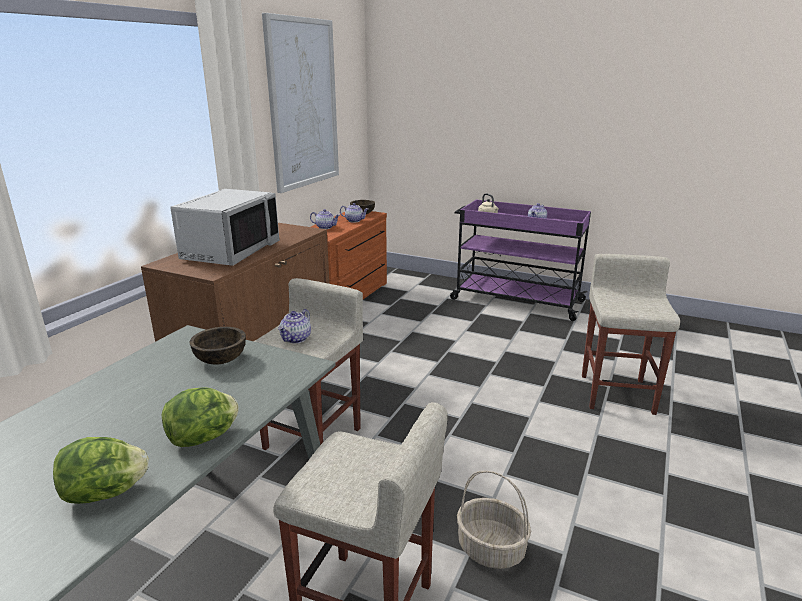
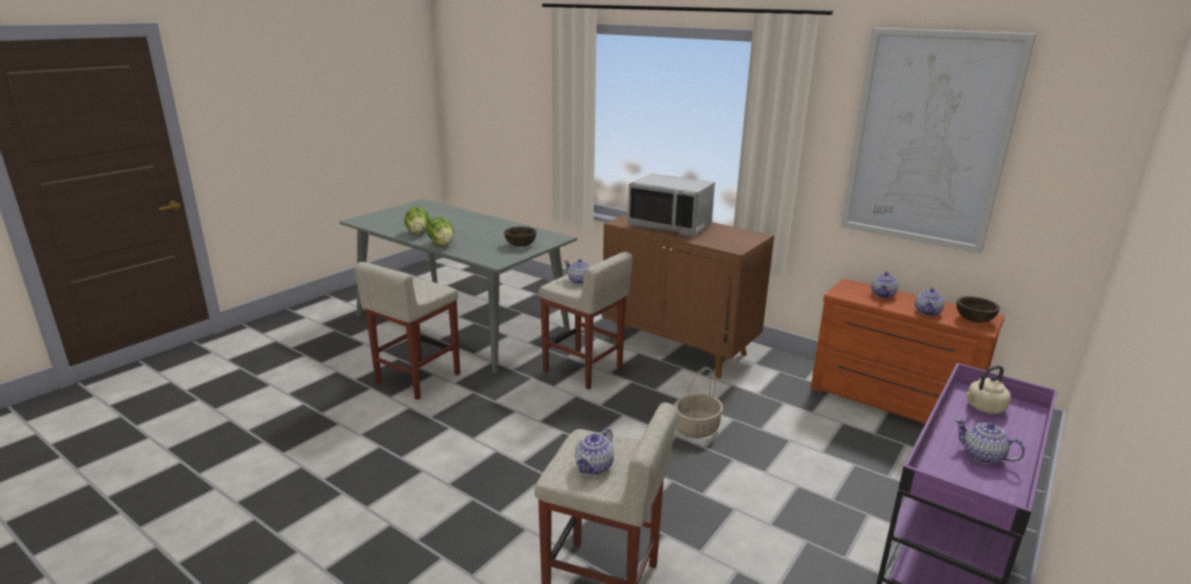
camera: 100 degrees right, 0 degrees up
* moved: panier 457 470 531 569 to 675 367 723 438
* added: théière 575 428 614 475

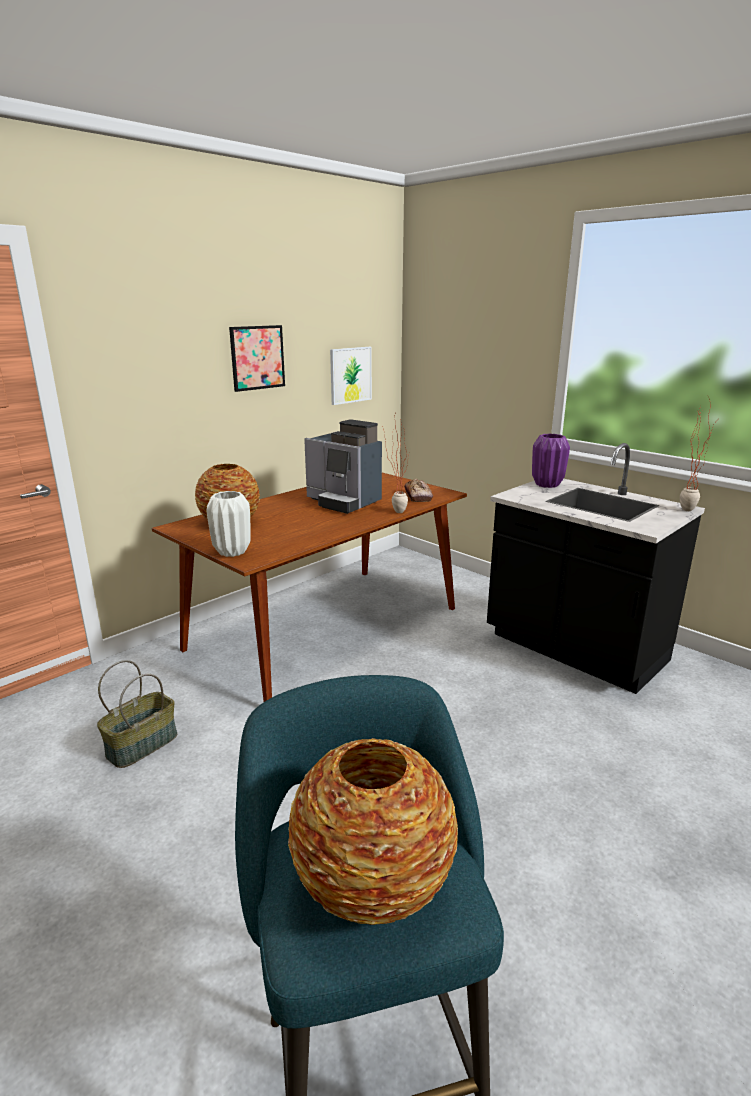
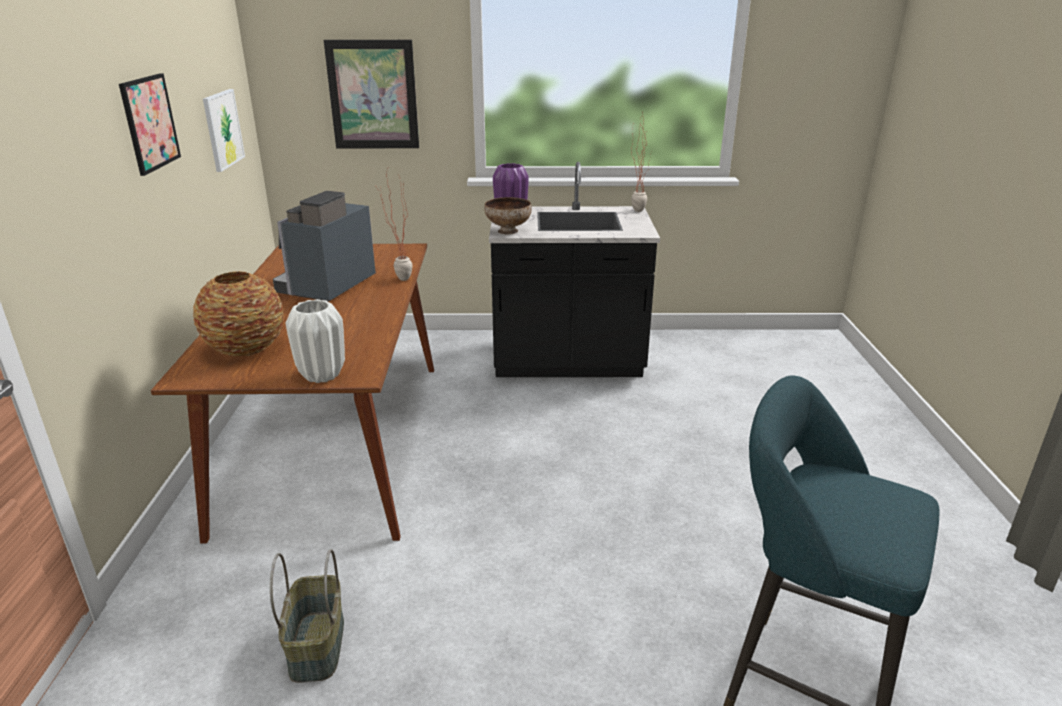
camera: 45 degrees left, 5 degrees up
* turned: machine à café 304 419 382 514 = 273 191 376 301 120 degrees clockwise
* removed: pain 404 479 433 502
* removed: vase 288 738 458 925
* added: tableau 324 40 419 148
* added: bol 484 197 532 234

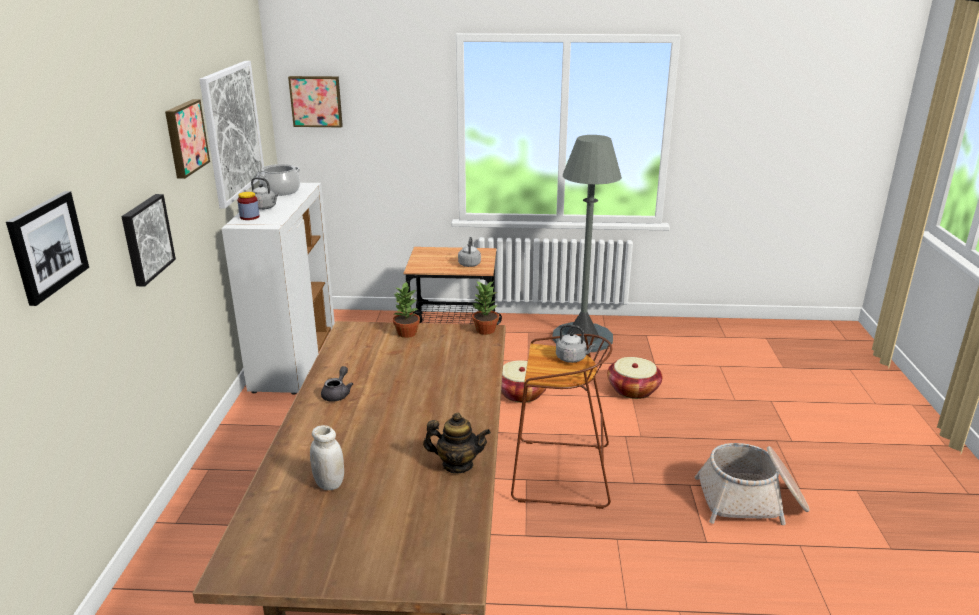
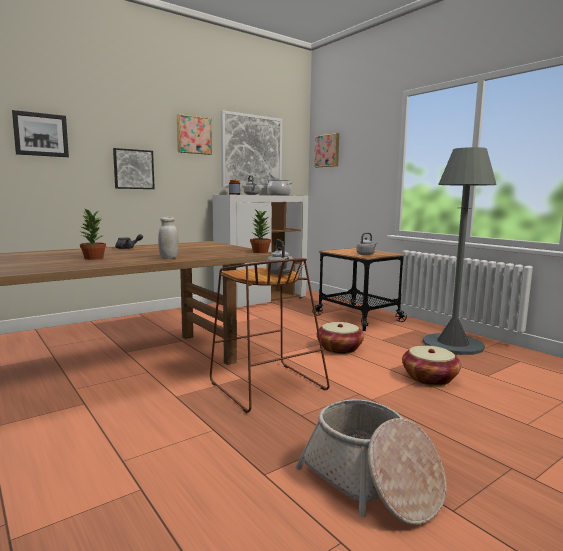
camera: 50 degrees right, 15 degrees down
* moved: plante en pot 393 281 420 338 to 80 209 106 260
* removed: théière 423 413 491 473
* moved: bocal [blanc] 310 425 344 490 to 158 217 179 259

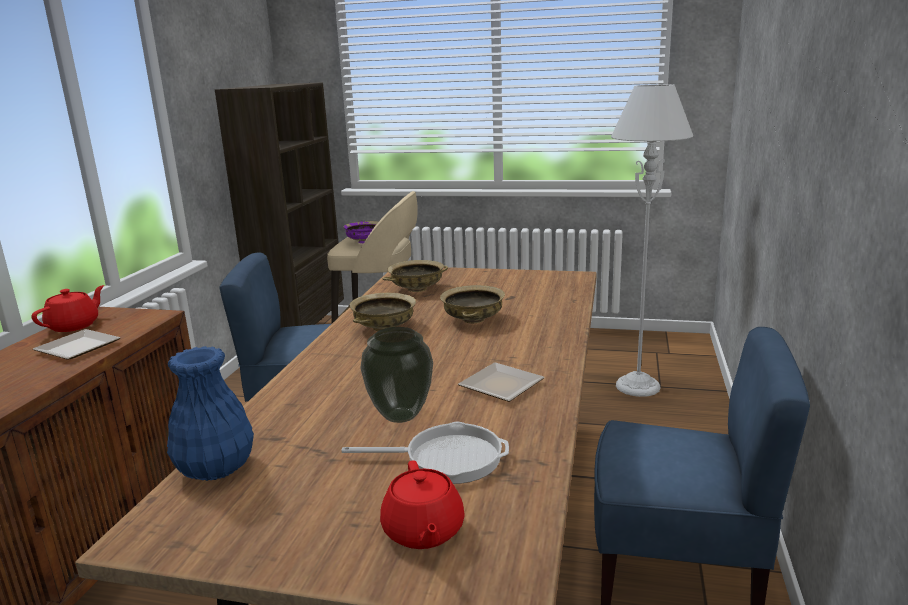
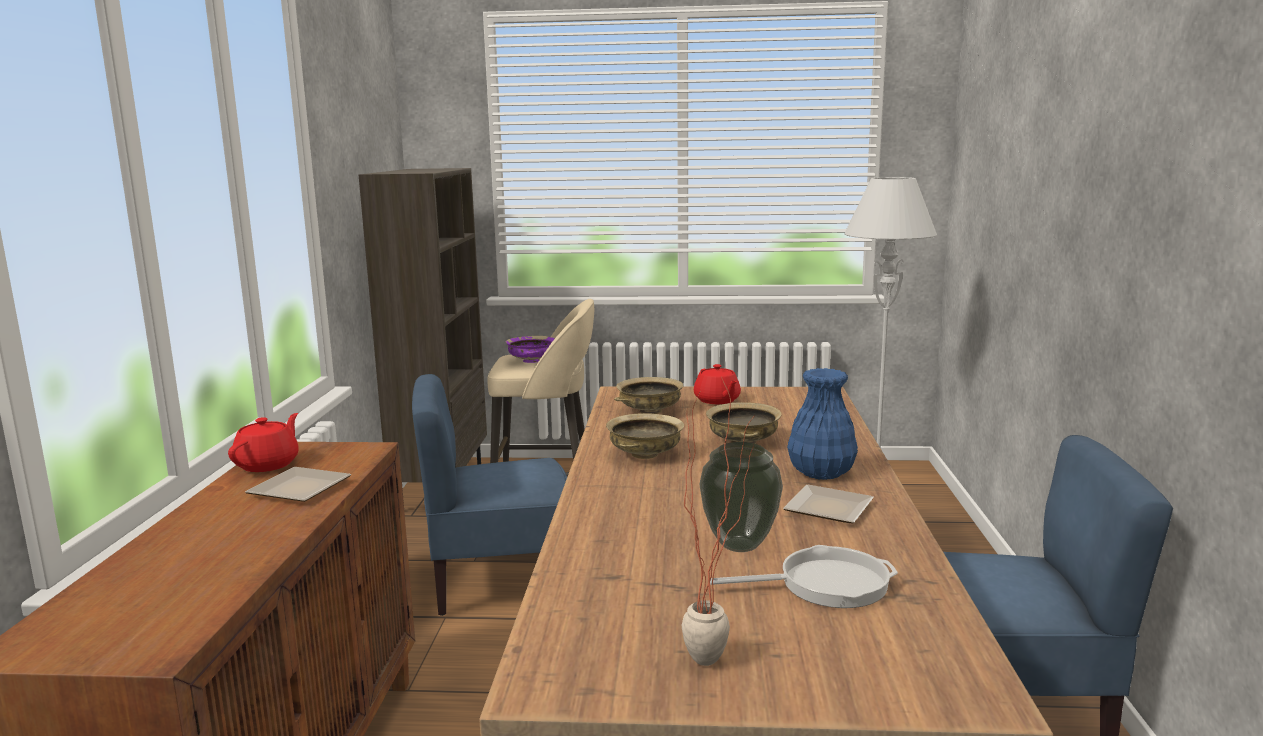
camera: 10 degrees left, 5 degrees down
* moved: vase [bleu] 167 346 254 481 to 787 368 858 480
* moved: théière [rouge] 380 460 465 549 to 694 364 741 404
* added: plante en pot 682 377 756 666

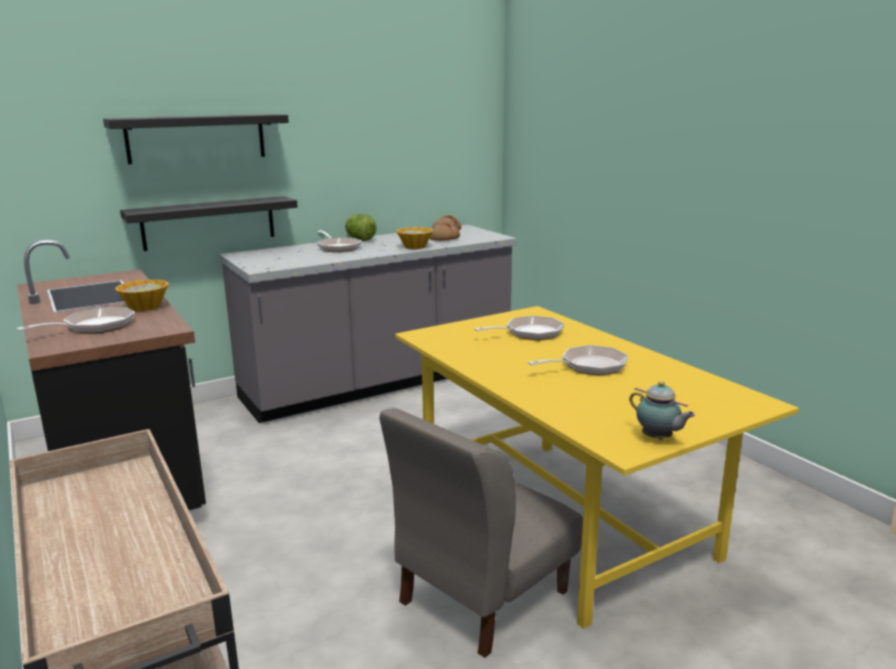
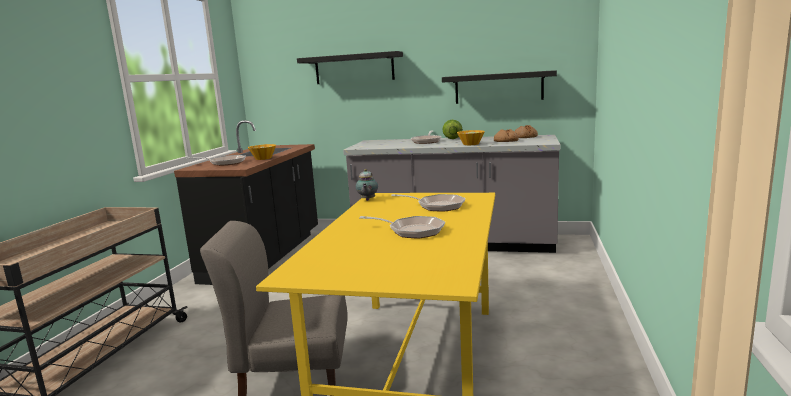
camera: 45 degrees right, 5 degrees down
* moved: étagère [noir] 120 196 298 251 to 442 70 557 104
* moved: théière 629 381 695 440 to 356 169 378 201

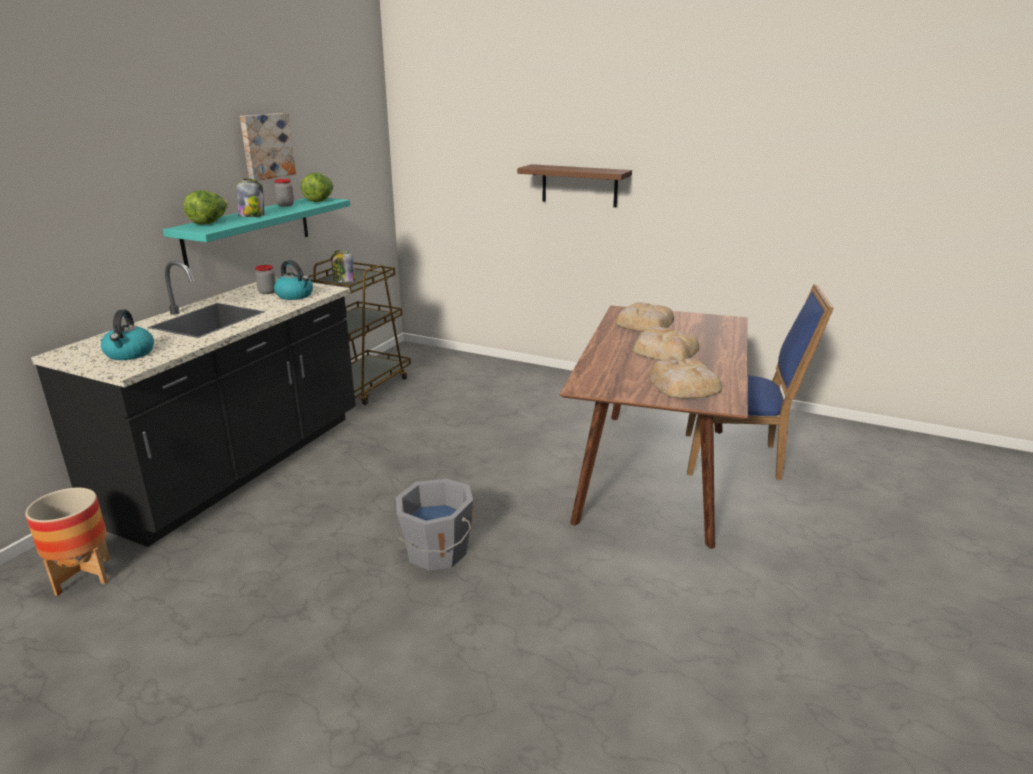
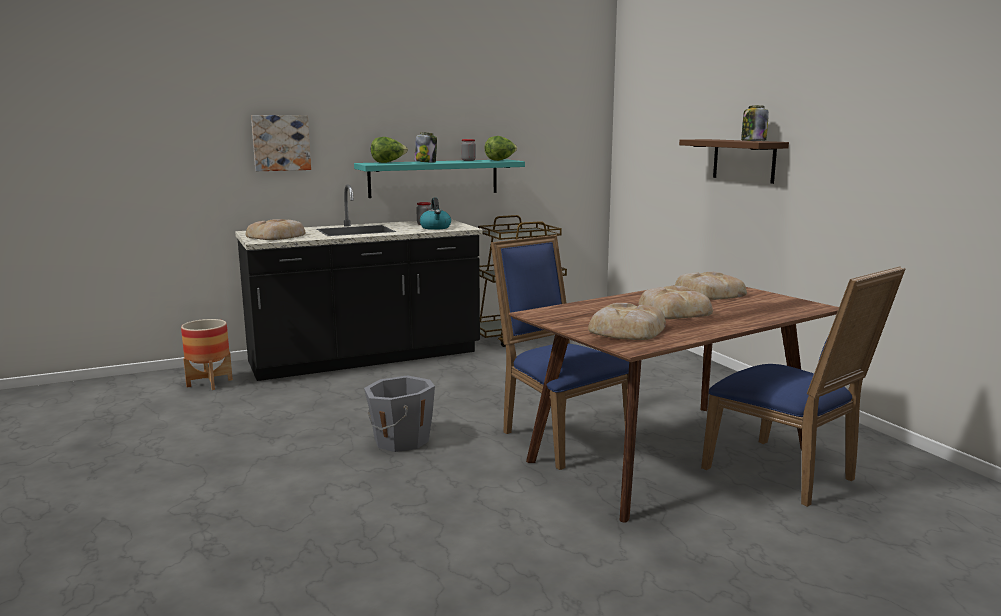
camera: 40 degrees right, 10 degrees down
* moved: tableau 240 113 296 181 to 251 115 311 171
* moved: bocal 331 250 356 283 to 741 105 769 141
* replaced: bouilloire 101 310 154 360 to pain 245 219 305 240
* added: chaise [bleu] 491 235 629 470

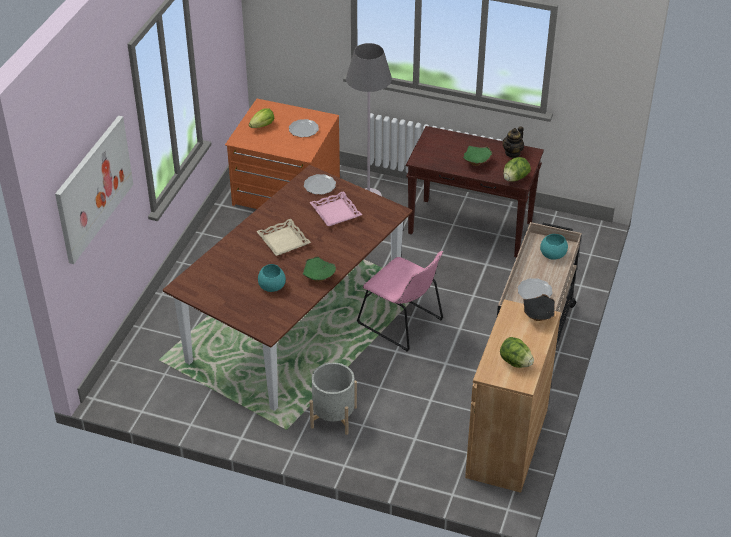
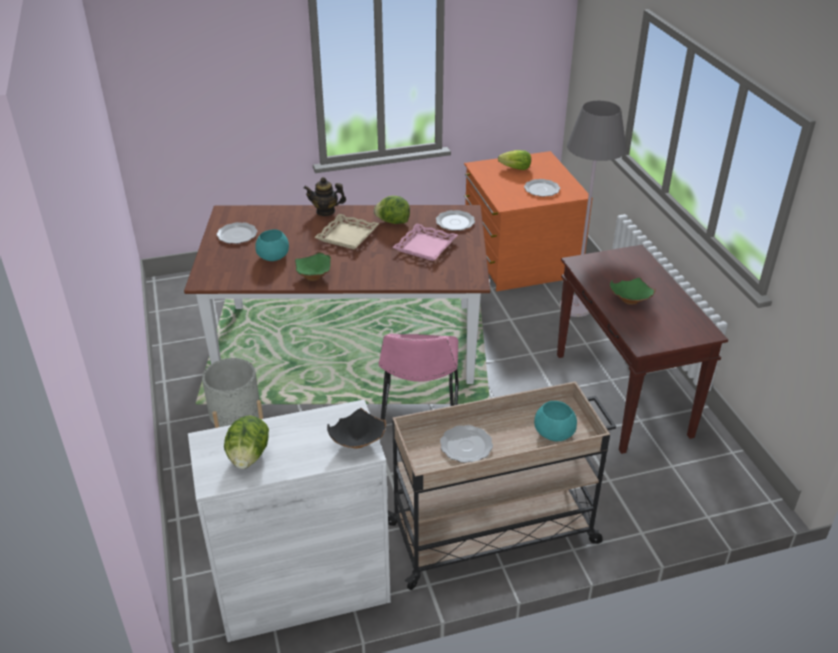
camera: 55 degrees right, 5 degrees down
* removed: tableau 55 116 133 264
* moved: théière 503 126 524 158 to 304 177 346 216
* moved: laitue 503 157 531 182 to 374 196 410 224
* recoloured: meuble de rangement [marron] 465 299 561 493 to meuble de rangement [blanc] 188 400 391 642
* added: assiette 217 222 257 244

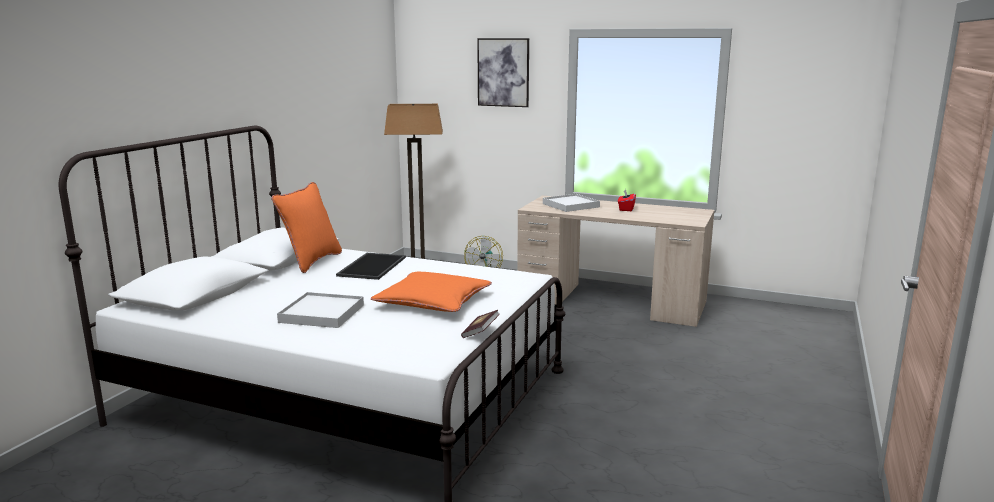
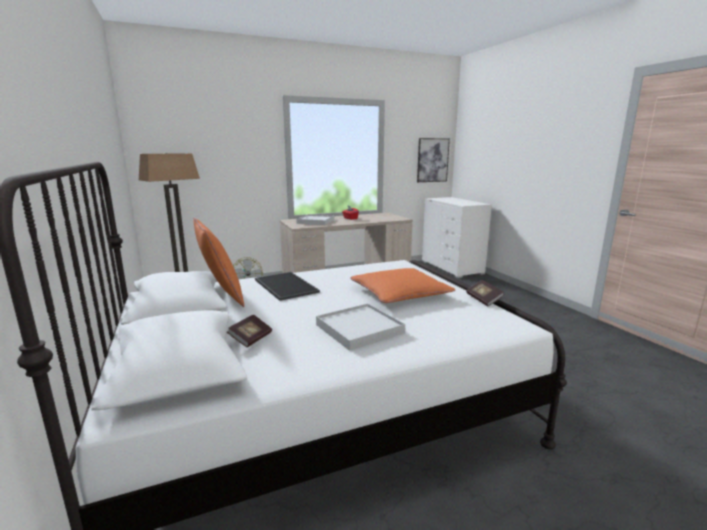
camera: 45 degrees left, 0 degrees up
* moved: tableau 477 38 529 107 to 417 138 450 182
* added: commode [blanc] 422 197 492 278
* added: livre 227 315 272 347

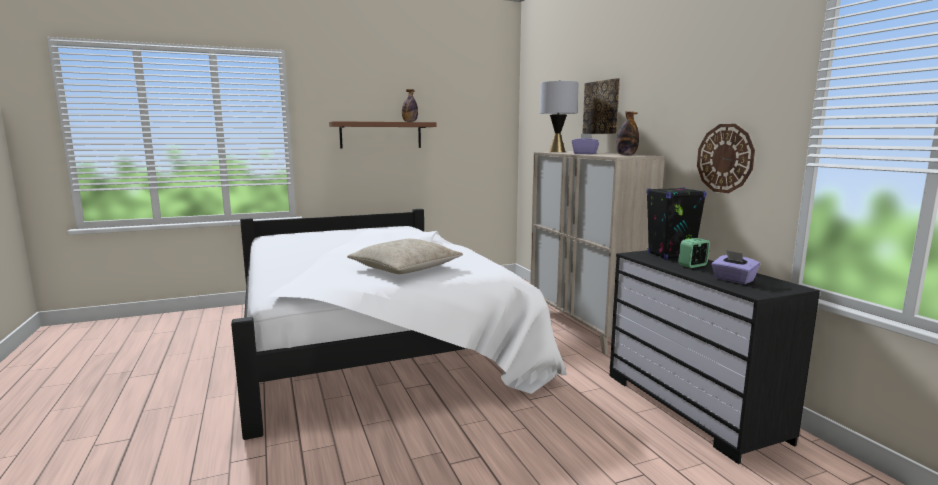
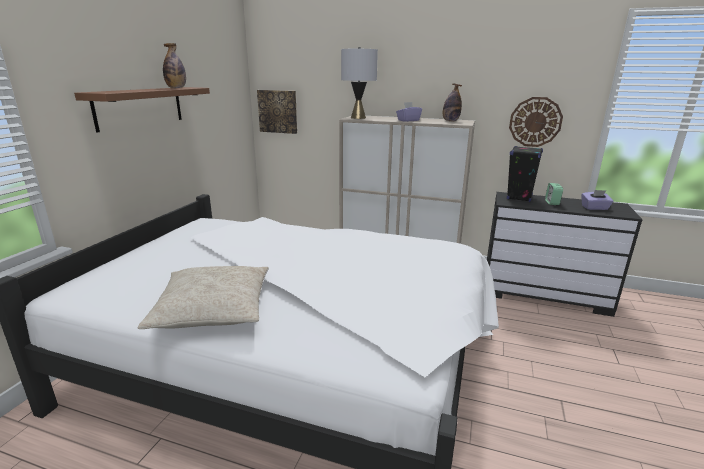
camera: 50 degrees left, 10 degrees up
* moved: tableau 583 78 620 134 to 257 90 297 134
* moved: coussin [beige] 347 239 463 274 to 137 266 269 329

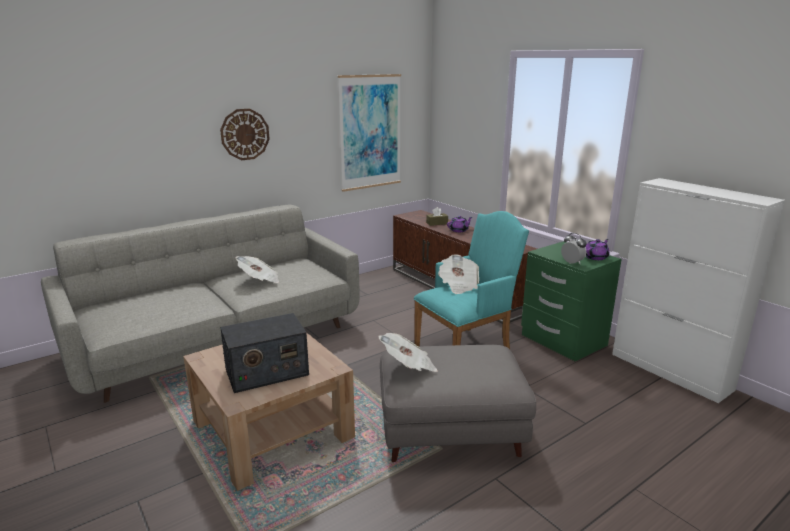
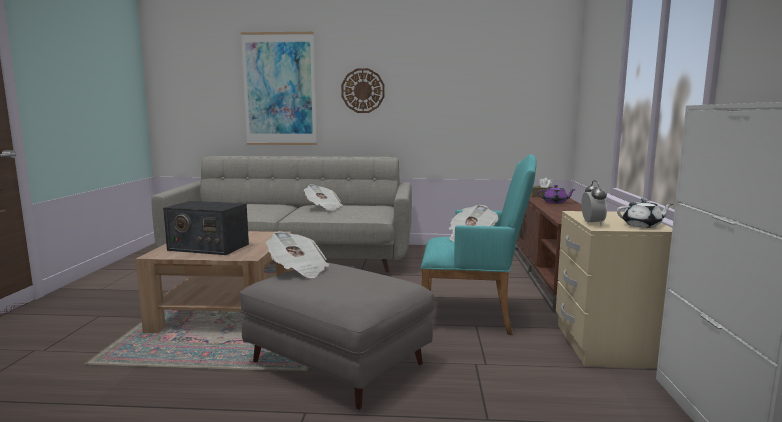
camera: 40 degrees right, 10 degrees down
* moved: tableau 338 74 401 192 to 241 32 317 145
* recoloured: théière [violet] 586 239 609 260 to théière [blanc] 617 198 673 228
* recoloured: table de chevet [vert] 521 241 622 362 to table de chevet [beige] 556 211 672 369

